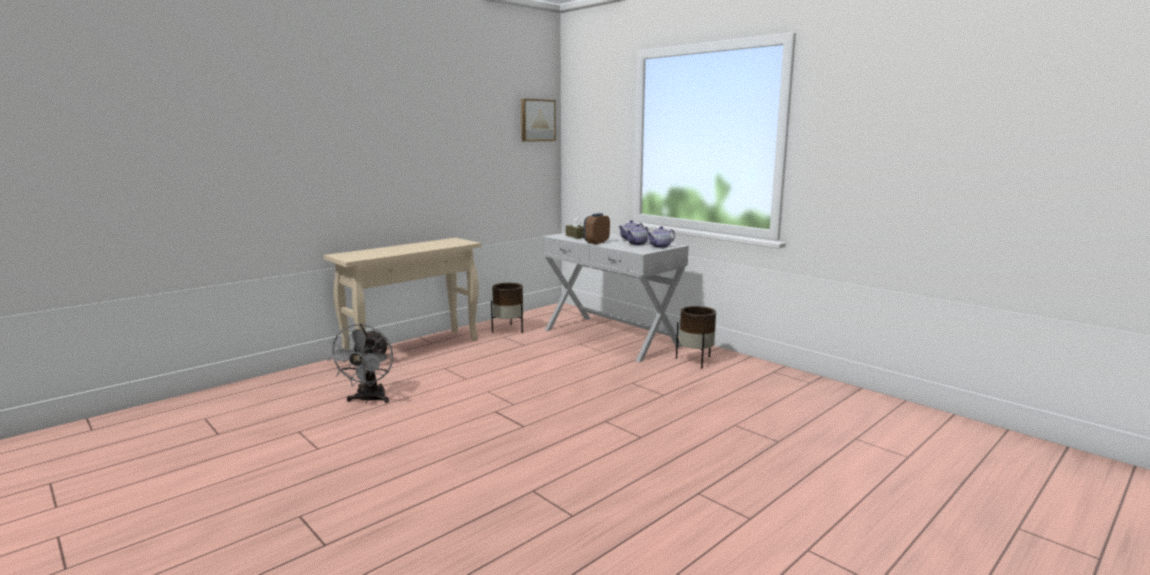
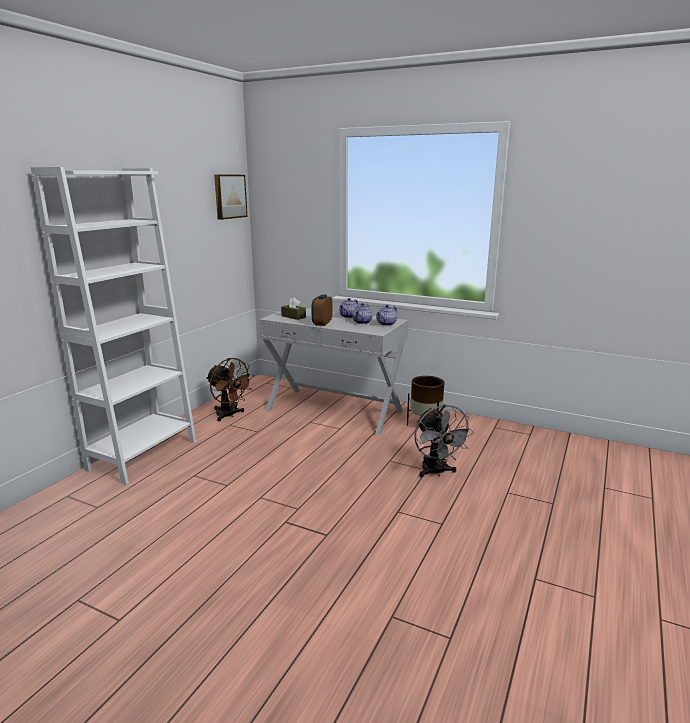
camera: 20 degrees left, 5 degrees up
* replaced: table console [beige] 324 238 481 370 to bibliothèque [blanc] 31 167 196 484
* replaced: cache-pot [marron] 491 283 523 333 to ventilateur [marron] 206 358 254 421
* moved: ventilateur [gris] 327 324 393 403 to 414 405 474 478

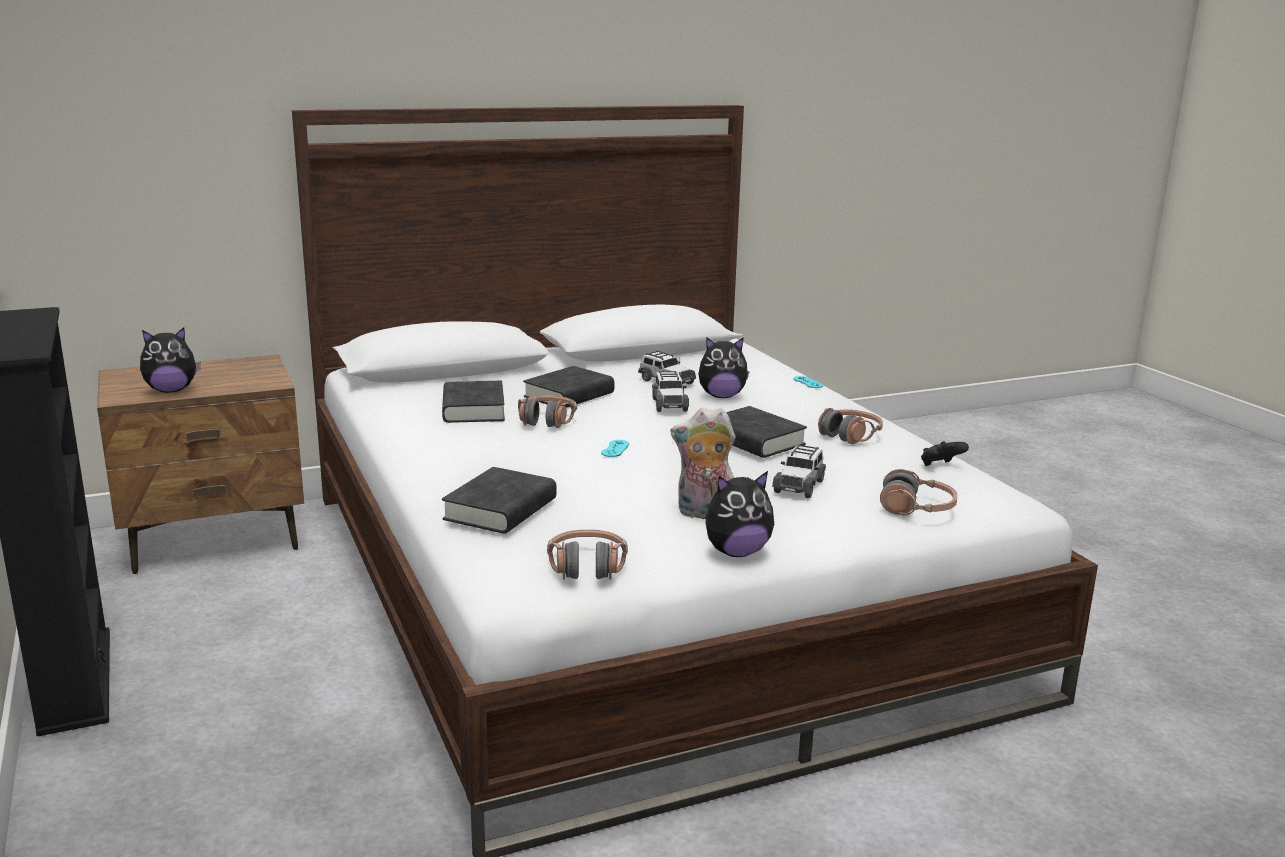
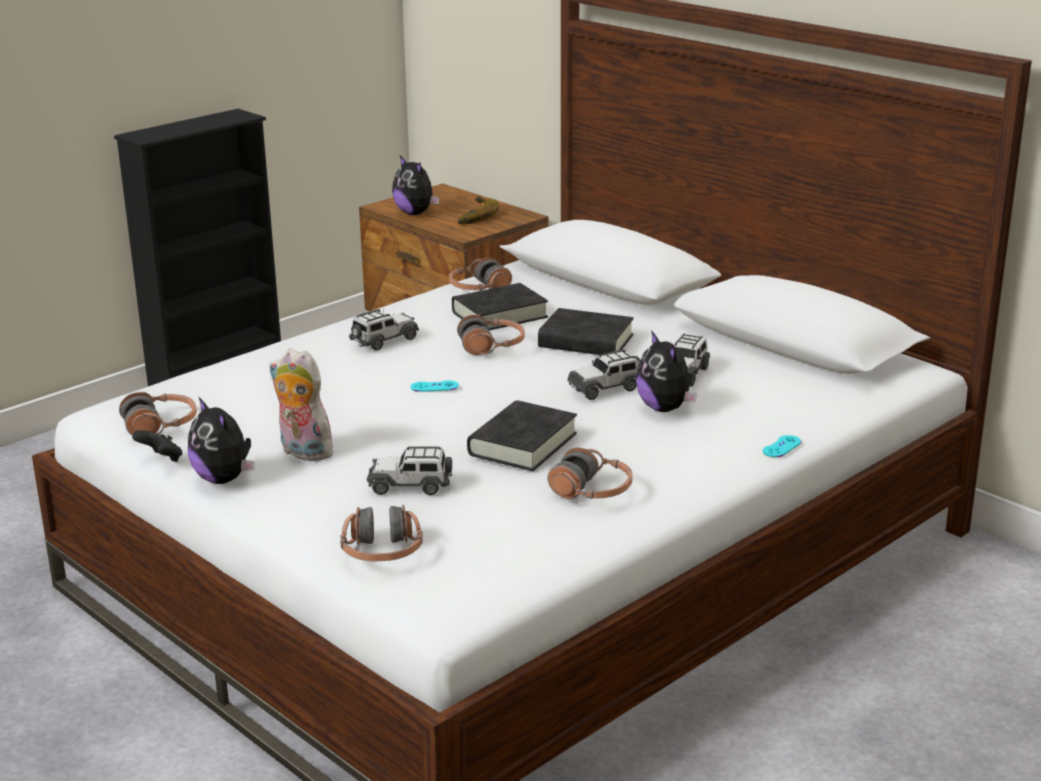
camera: 70 degrees right, 5 degrees up
* turned: peluche 670 408 736 519 = 269 348 333 461 45 degrees counterclockwise
* moved: manette [noir] 921 441 969 466 to 132 430 182 462
* removed: livre [noir] 442 467 557 534
* added: banane 458 196 499 224
* added: casque audio 449 258 512 291
* added: petite voiture 349 309 419 350

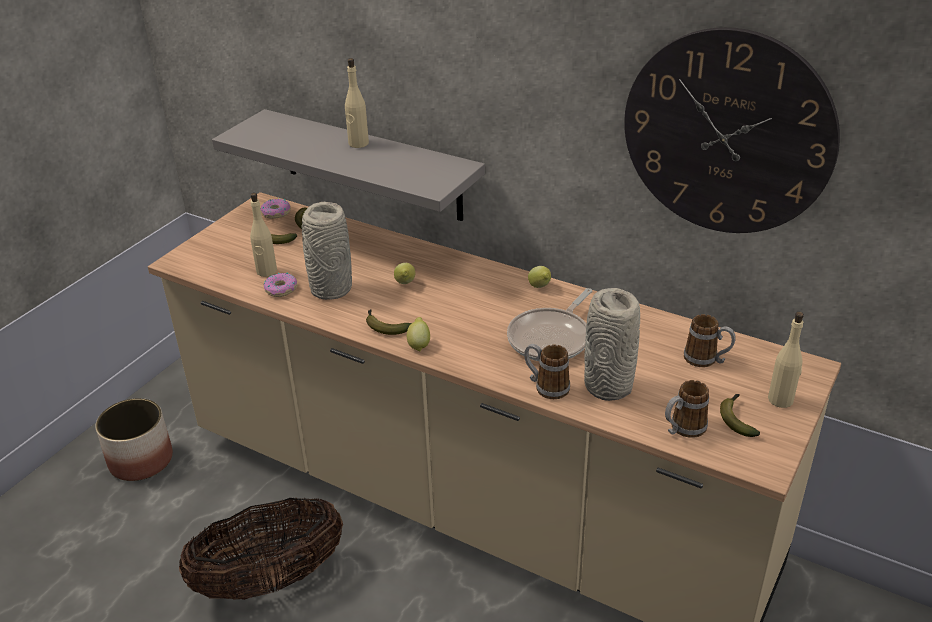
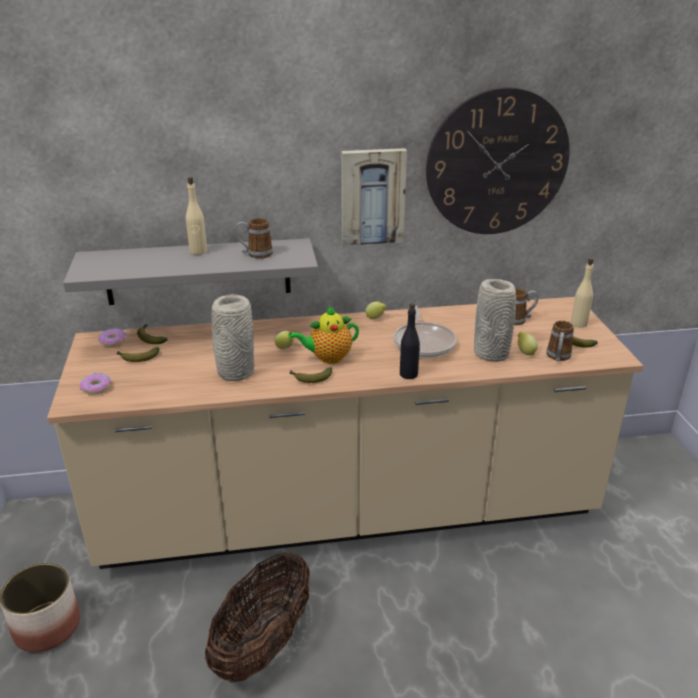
camera: 40 degrees left, 5 degrees down
* removed: bouteille [beige] 250 193 277 277
* moved: beignet 263 273 297 297 to 80 373 111 395
* moved: citron 407 317 430 351 to 518 332 538 355
* moved: mug 524 344 570 399 to 235 218 273 259
* added: tableau 341 148 407 246
* added: bouteille [noir] 400 303 420 379
* added: théière 288 306 359 364

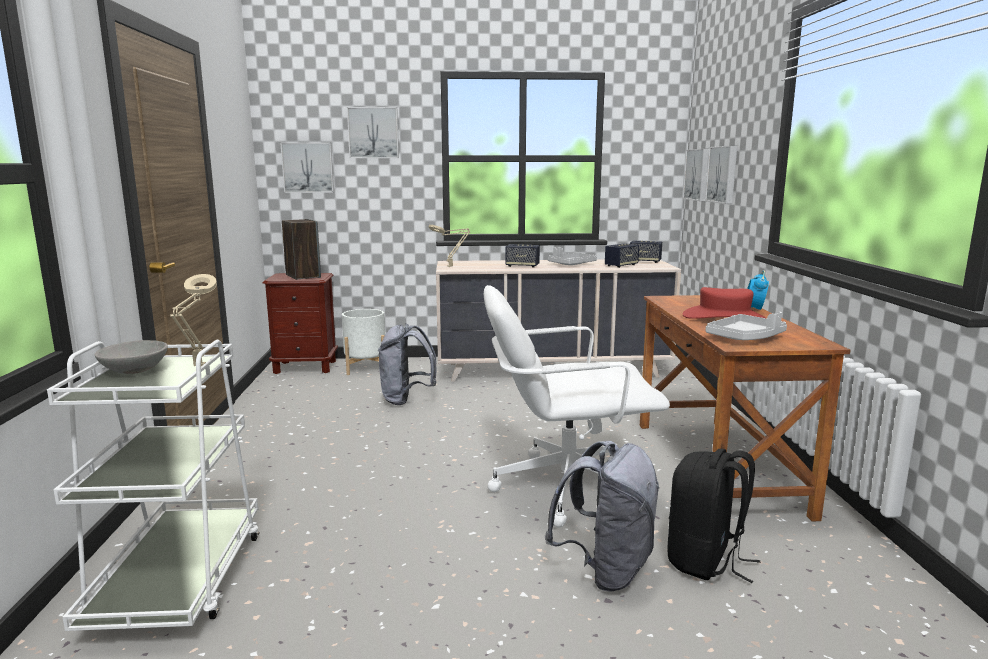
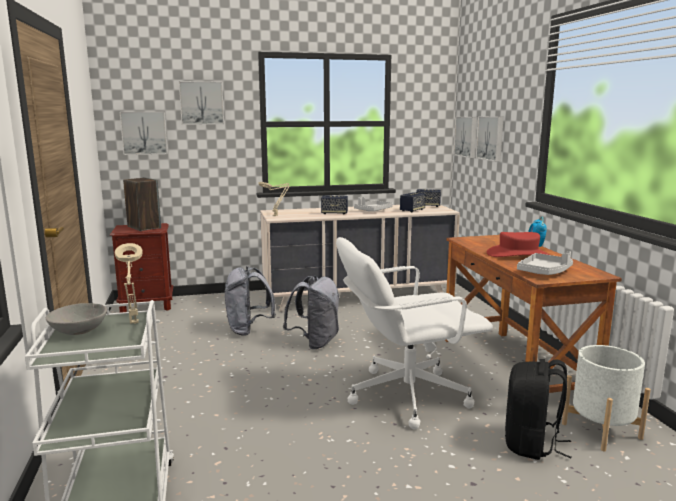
camera: 10 degrees left, 0 degrees up
* moved: cache-pot [blanc] 342 309 385 375 to 562 345 651 452
* moved: sac à dos [gris] 545 441 660 592 to 283 276 340 349

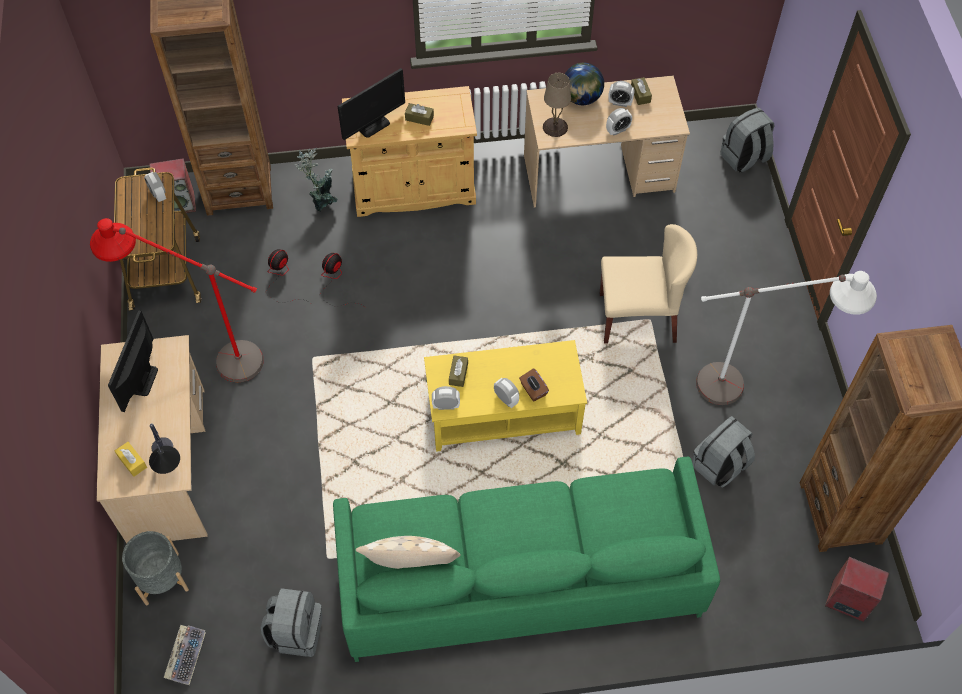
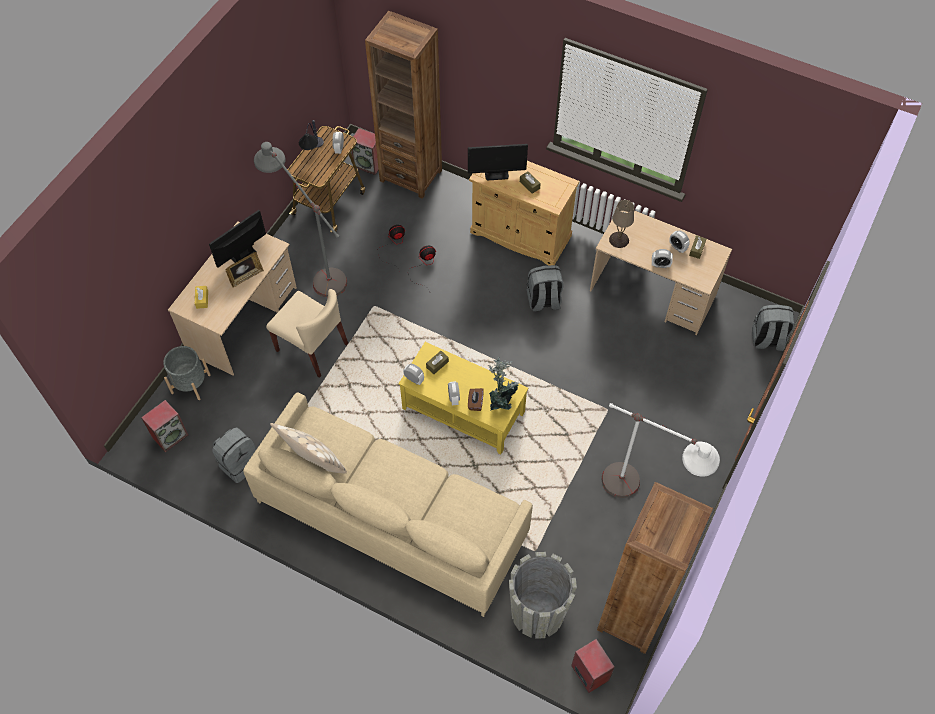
camera: 35 degrees right, 0 degrees up
* removed: globe 565 63 604 105
* moved: plante en pot 294 148 338 212 to 488 356 519 410
* recoloured: lampadaire [rouge] 90 218 264 382 to lampadaire [gris] 254 142 347 297
* moved: chaise [beige] 600 224 697 344 to 266 289 348 378
* moved: sac à dos [gris] 692 416 755 487 to 527 265 563 311
* moved: lampe de table 149 424 180 474 to 299 120 324 150
* recoloured: canapé [vert] 333 457 720 662 to canapé [beige] 243 393 533 617
* replaced: clavier 163 625 206 685 to enceinte 141 400 188 452
* added: cadre photo 225 252 264 288
* added: cache-pot [gris] 509 552 577 639

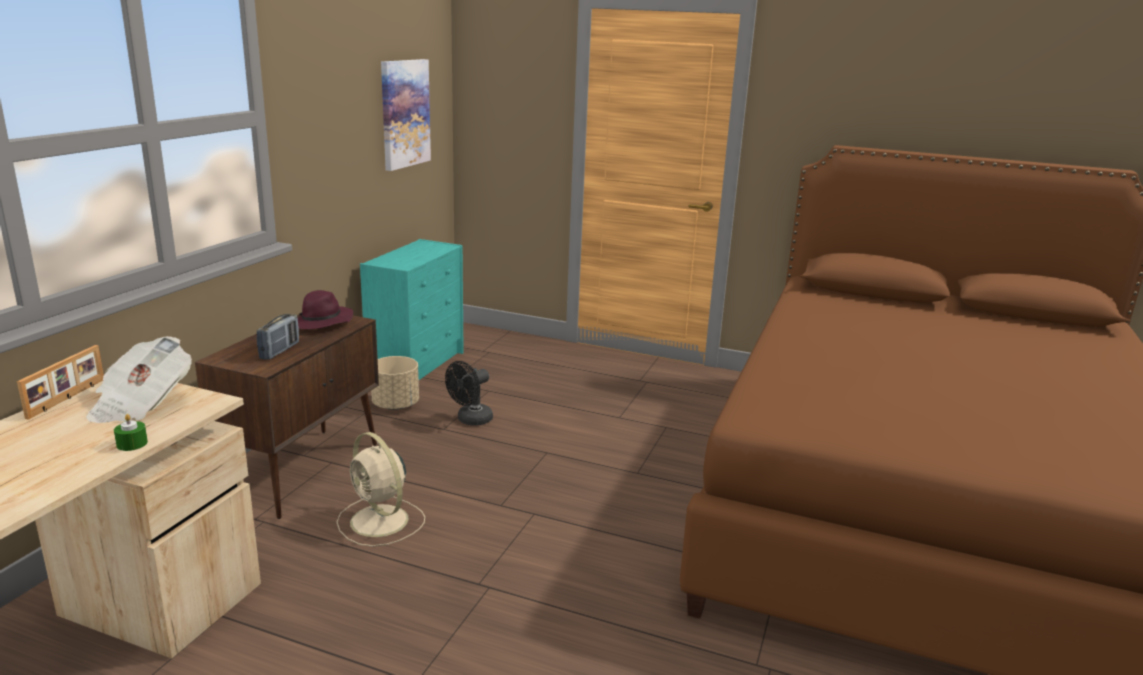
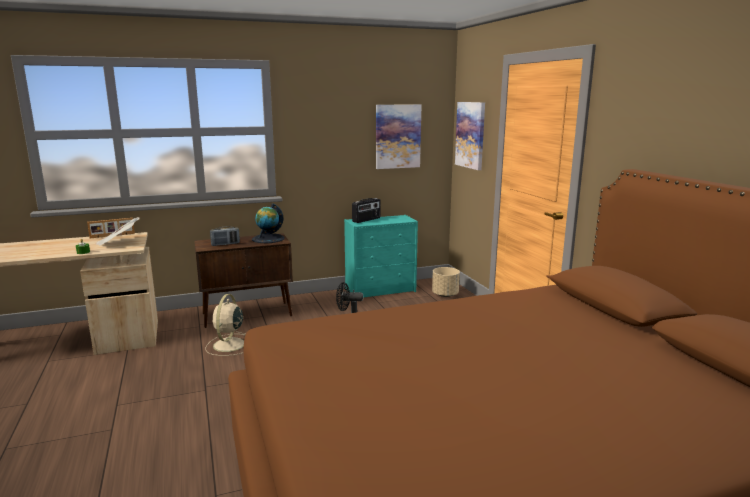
camera: 50 degrees right, 5 degrees down
* replaced: chapeau [violet] 297 290 353 329 to globe 252 204 284 243
* moved: cache-pot [beige] 371 356 419 410 to 432 267 460 297
* added: tableau 455 102 485 170
* added: radio 352 198 381 223

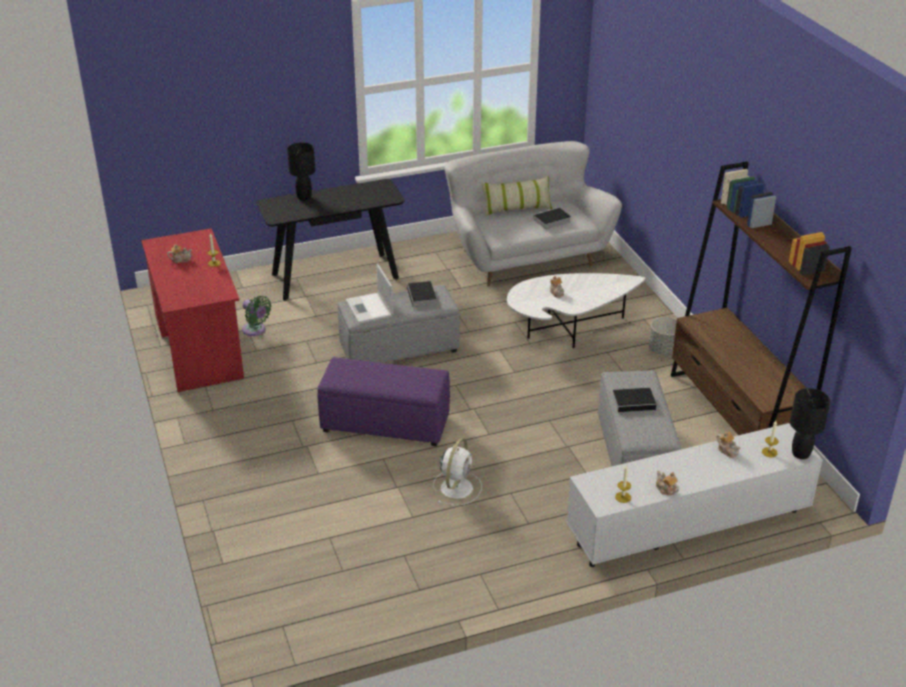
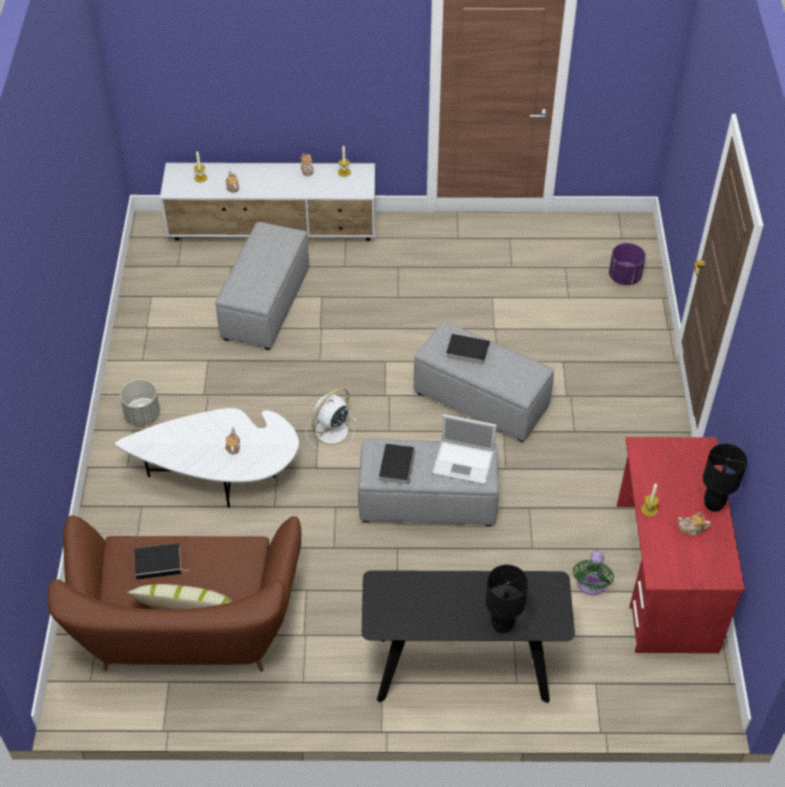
camera: 160 degrees left, 15 degrees up
* recoloured: canapé [blanc] 444 141 622 287 to canapé [marron] 47 515 301 672
* removed: bibliothèque [marron] 671 162 852 435
* turned: ordinateur portable 346 264 393 324 = 432 414 497 485 105 degrees clockwise
* turned: ventilateur [vert] 242 296 271 336 = 573 551 614 595 135 degrees counterclockwise
* recoloured: pouf [violet] 317 357 450 446 to pouf [gris] 414 321 554 442
* moved: livre 613 388 663 412 to 444 333 490 365
* moved: lampe de table [noir] 790 388 831 459 to 703 444 747 512
* moved: ventilateur [blanc] 433 438 482 505 to 306 388 357 453
* added: cache-pot [violet] 609 243 646 285

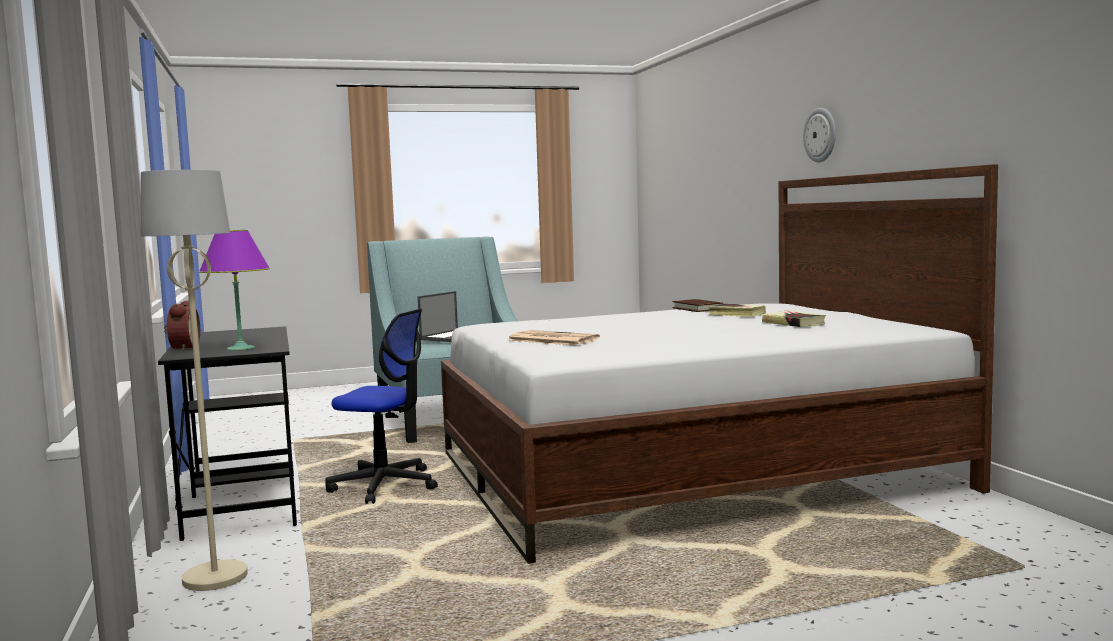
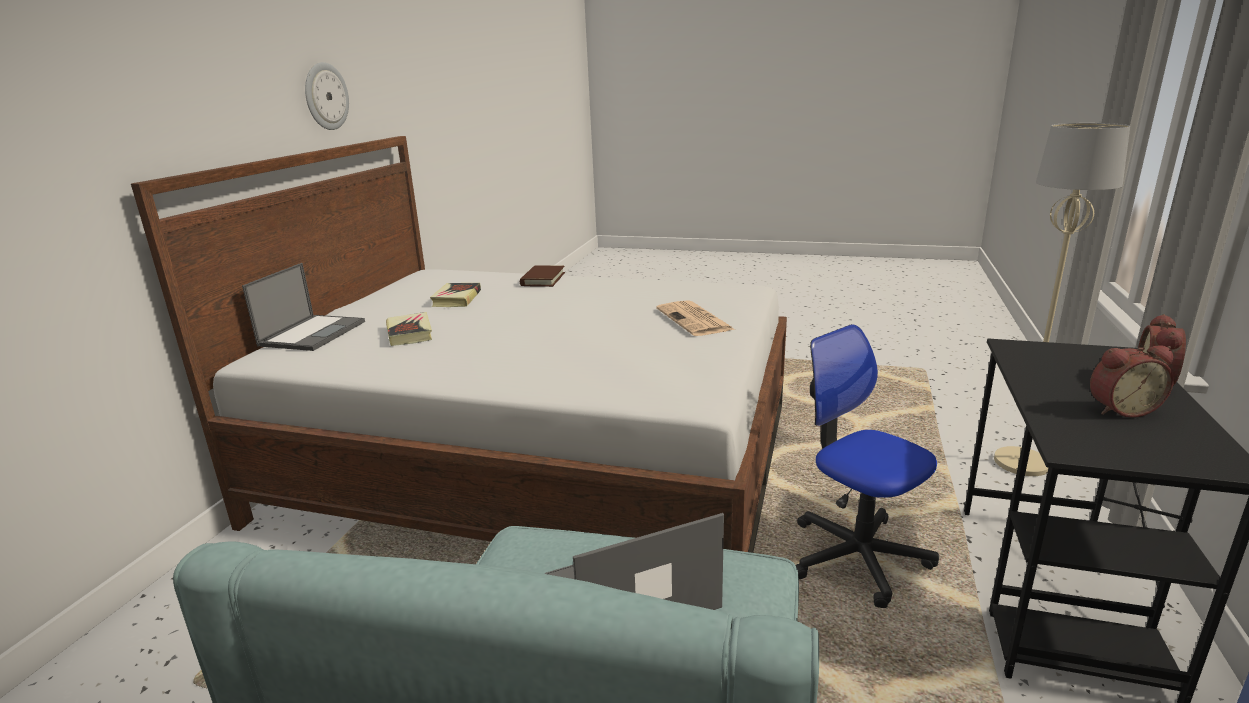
camera: 145 degrees left, 15 degrees up
* moved: horloge murale 803 108 836 163 to 305 62 349 130
* removed: lampe de table [violet] 199 230 270 351
* moved: livre [marron] 672 299 723 312 to 520 265 565 287
* added: ordinateur portable 242 263 365 351
* added: réveil 1090 345 1174 418

